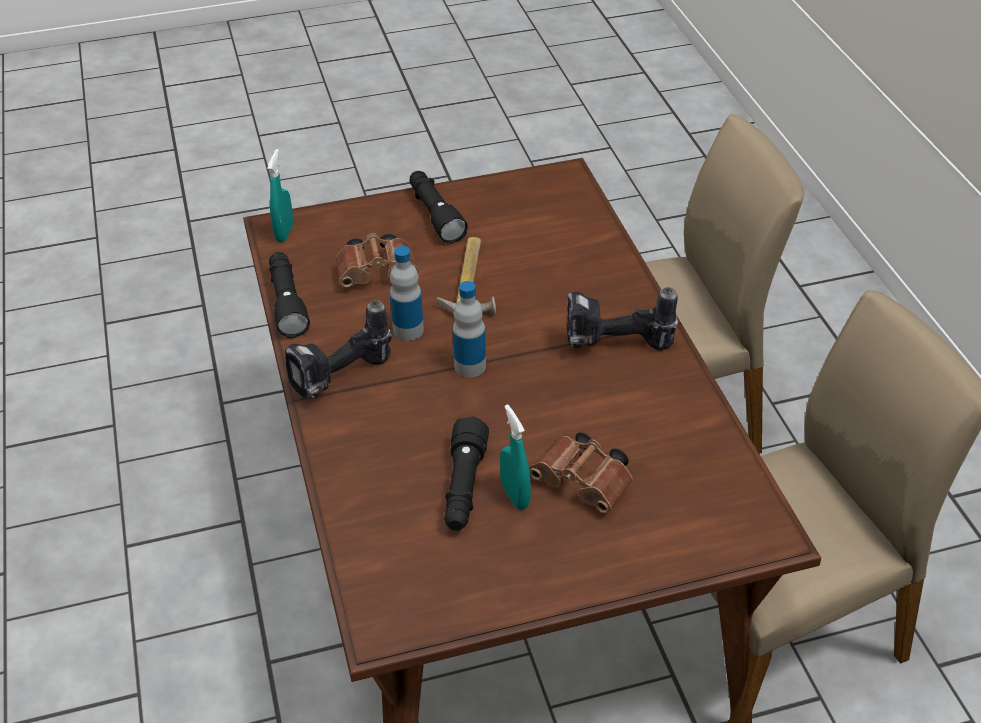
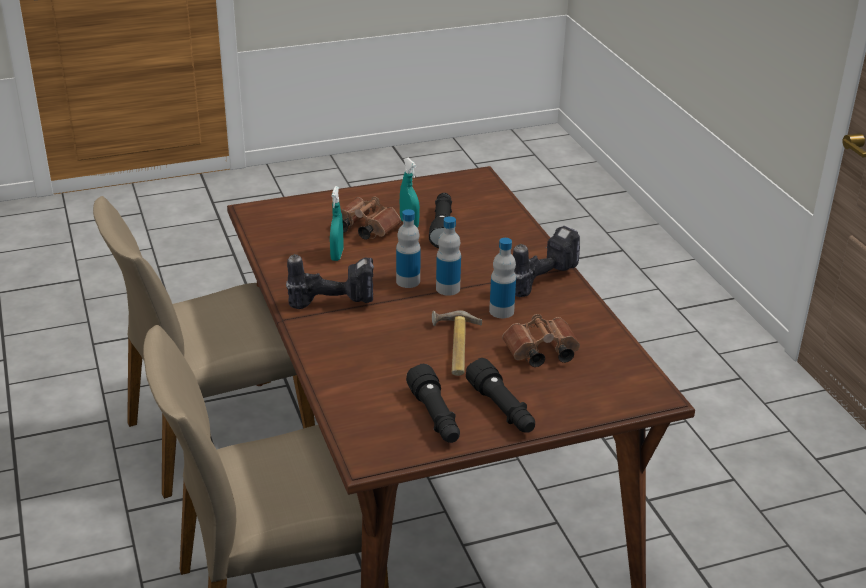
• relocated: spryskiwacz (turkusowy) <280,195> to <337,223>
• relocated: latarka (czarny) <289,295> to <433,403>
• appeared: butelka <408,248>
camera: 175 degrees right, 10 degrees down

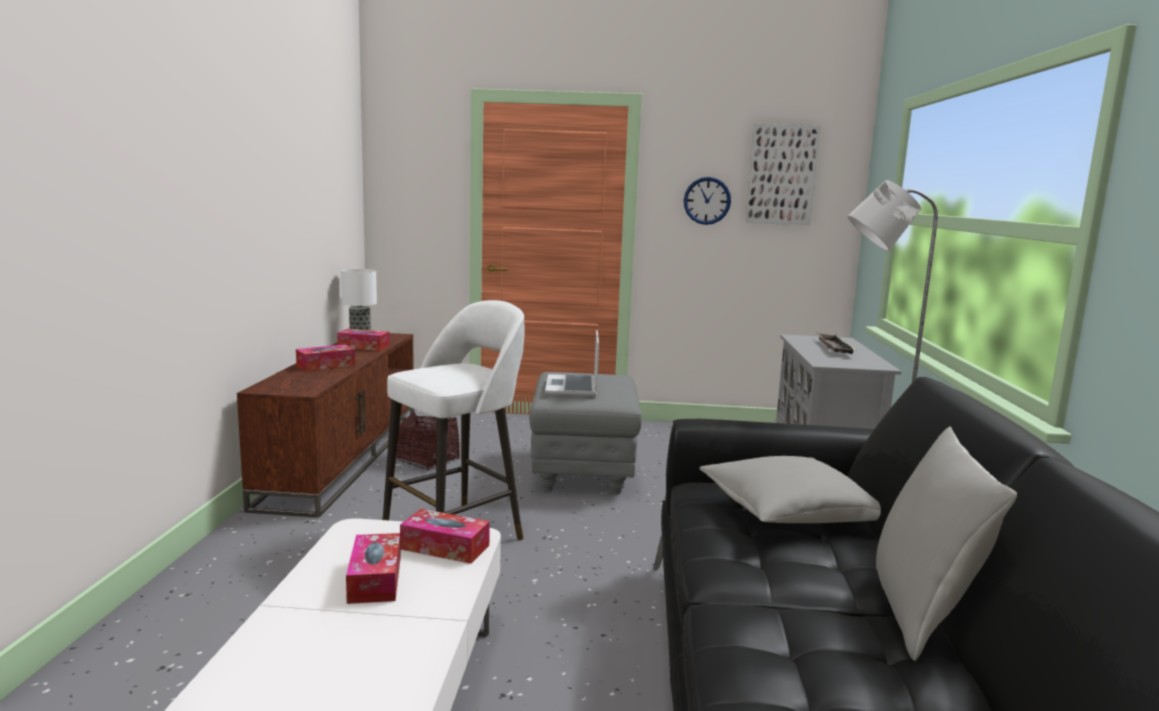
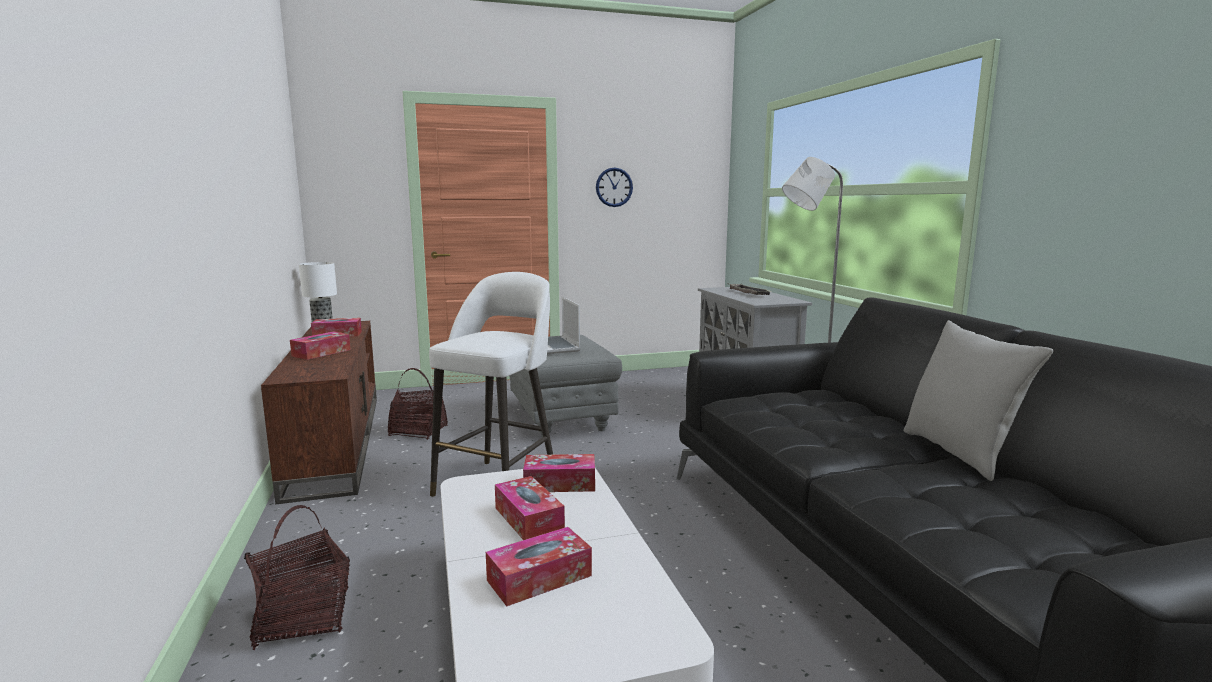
• missing: obraz <782,174>
• missing: poduszka (szary) <790,489>
• appeared: koszyk <297,577>
• appeared: pudełko chusteczek <539,566>
camera: 20 degrees left, 0 degrees up

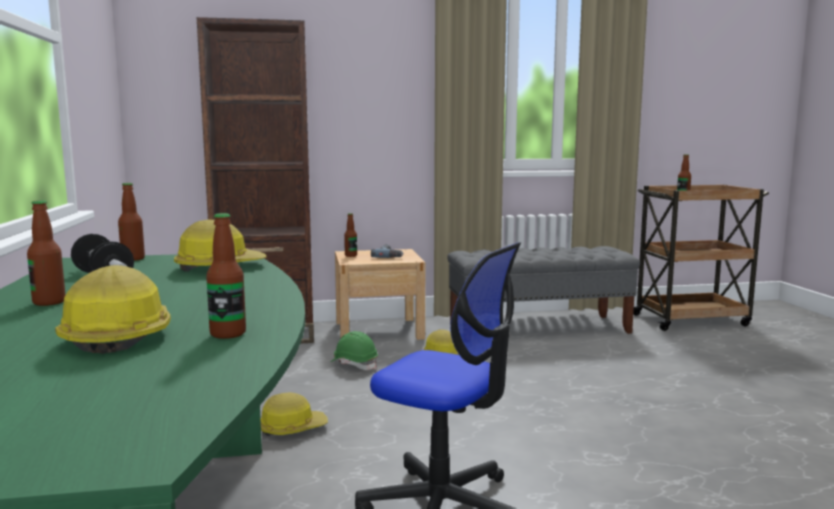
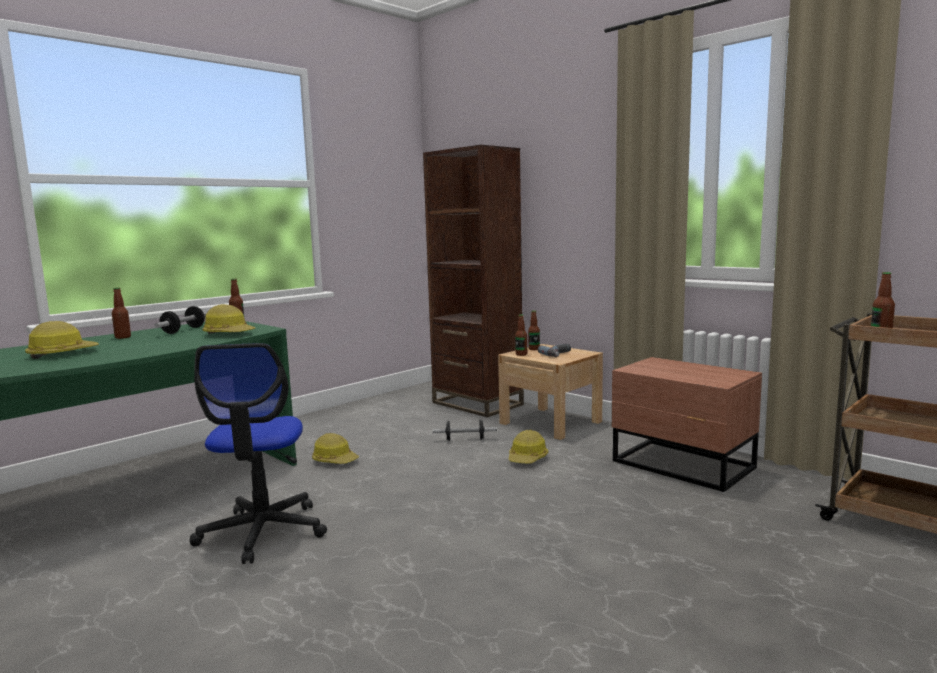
• relocated: butelka <226,276> to <521,335>
• exchanged: ławka (szary) <543,290> to szafka nocna (brązowy) <687,424>
• exchanged: kask (zielony) <354,350> to hantel <465,430>
camera: 55 degrees right, 0 degrees up

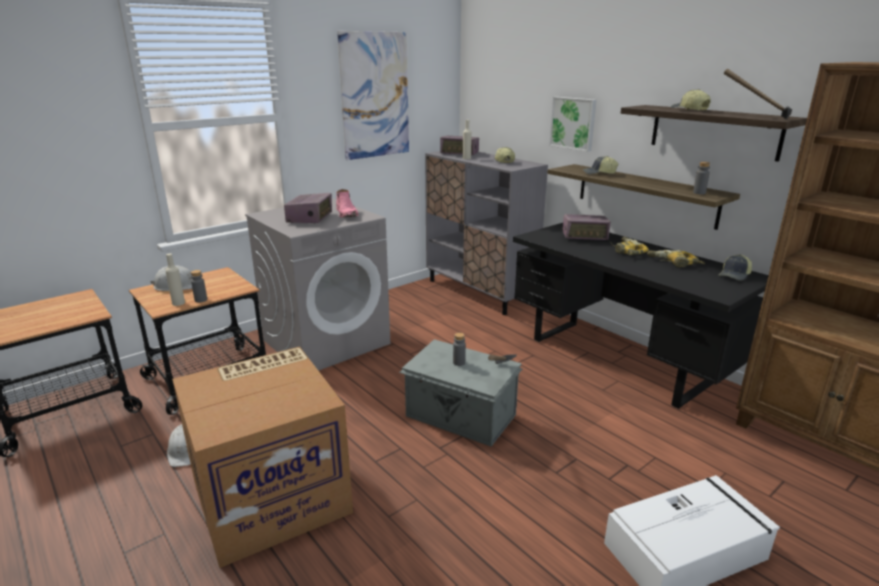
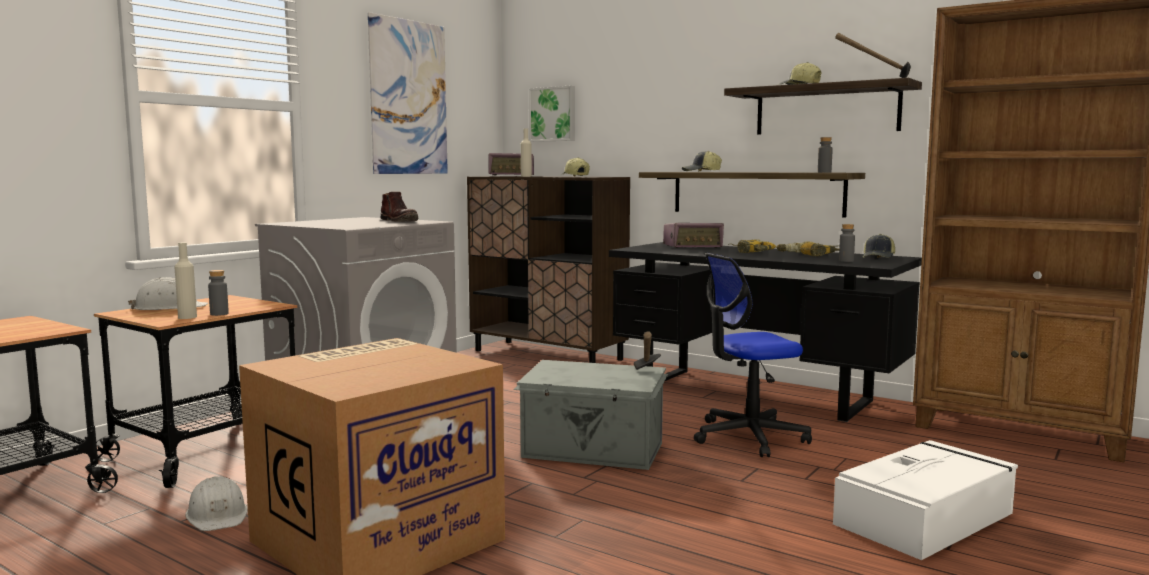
• relocated: obraz <573,124> to <552,114>
• colour: szafka (szary) <486,233> to szafka (brązowy) <548,269>
• colour: but z cholewką (różowy) <347,203> to but z cholewką (brązowy) <399,207>
• missing: radio <308,208>
• relocated: butelka (szary) <459,349> to <847,243>
• appeared: krzesło biurowe <753,355>
camera: 15 degrees left, 15 degrees down

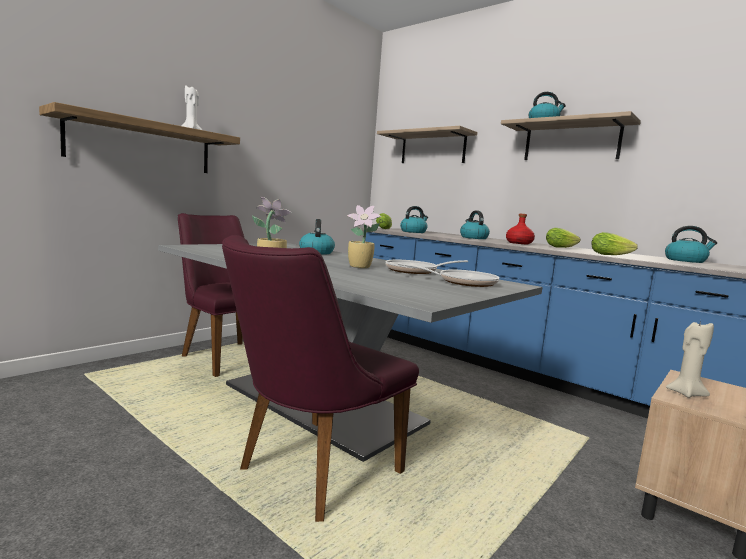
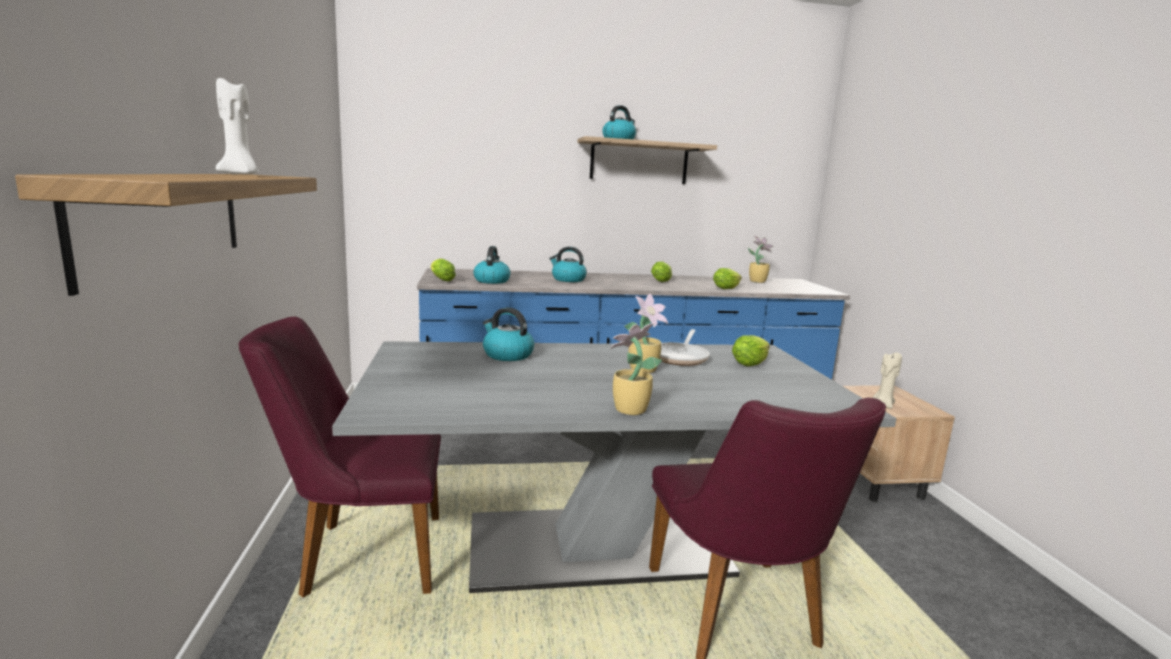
• missing: półka <427,144>
• missing: butelka (czerwony) <520,229>
• exchanged: czajnik <691,244> to roślina doniczkowa <761,259>
• exchanged: patelnia <448,275> to sałata <751,350>
camera: 50 degrees left, 5 degrees up

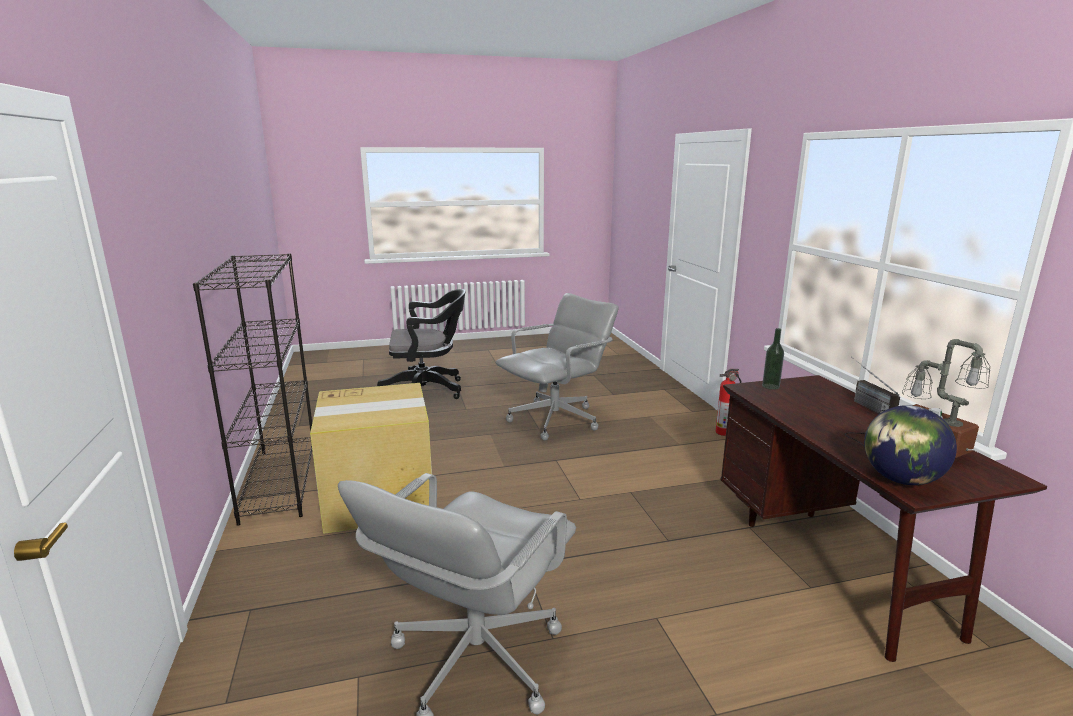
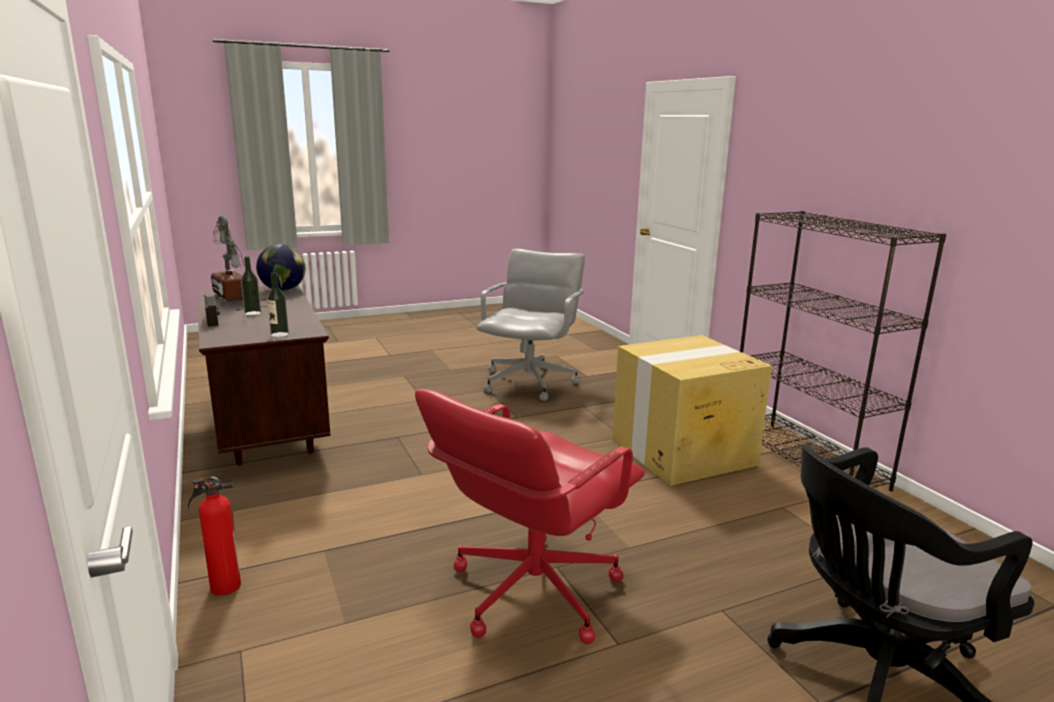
• colour: krzesło biurowe (szary) <557,366> to krzesło biurowe (czerwony) <530,516>
• appeared: butelka <251,286>
camera: 170 degrees right, 0 degrees up

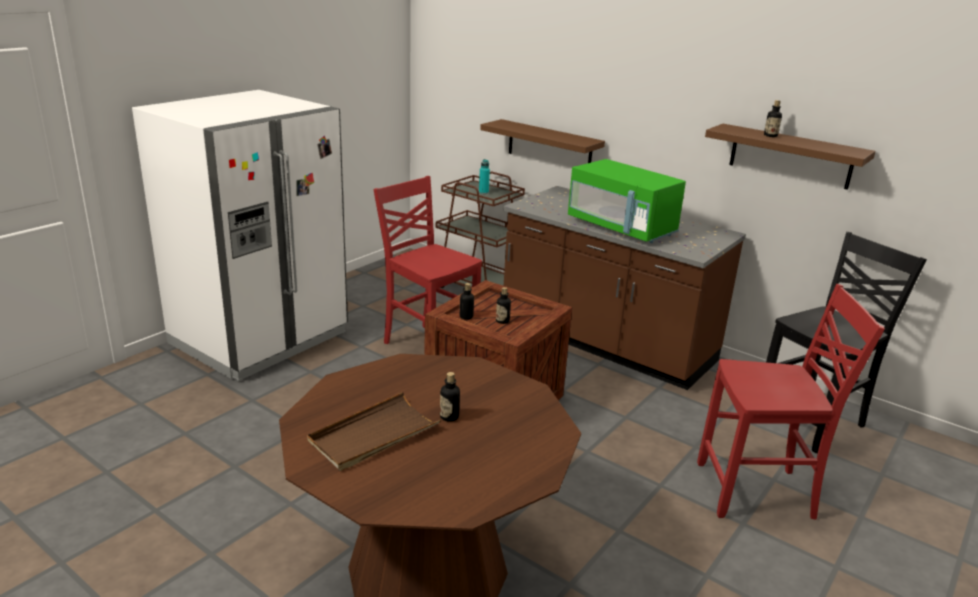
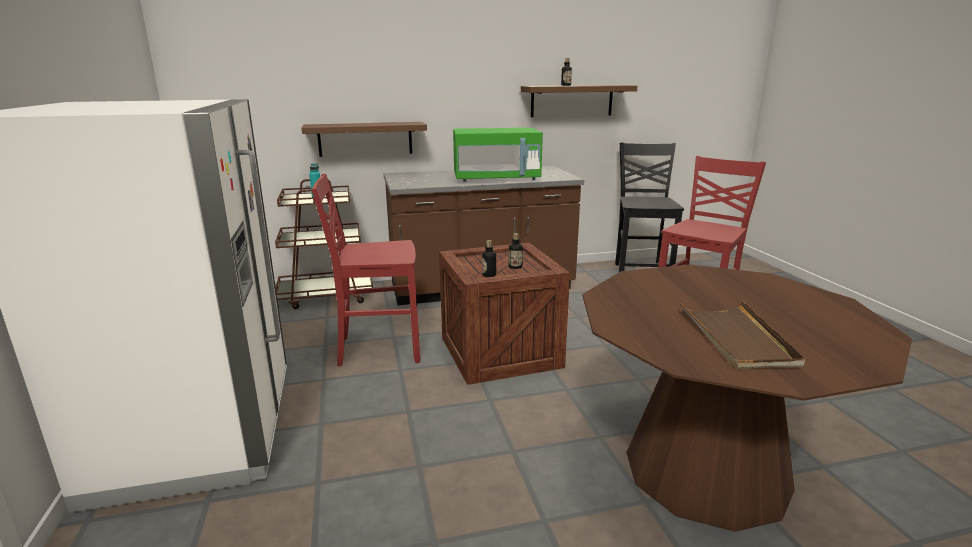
• missing: butelka <450,397>
camera: 50 degrees left, 5 degrees down

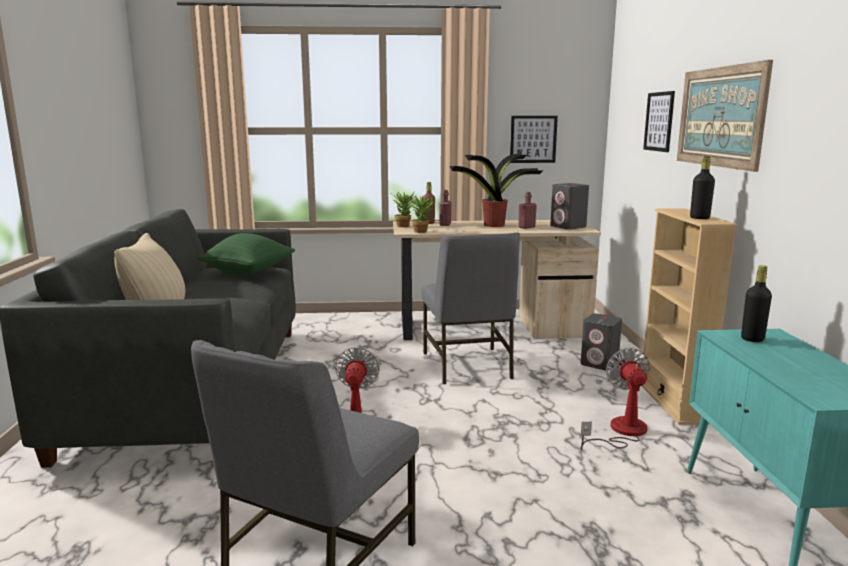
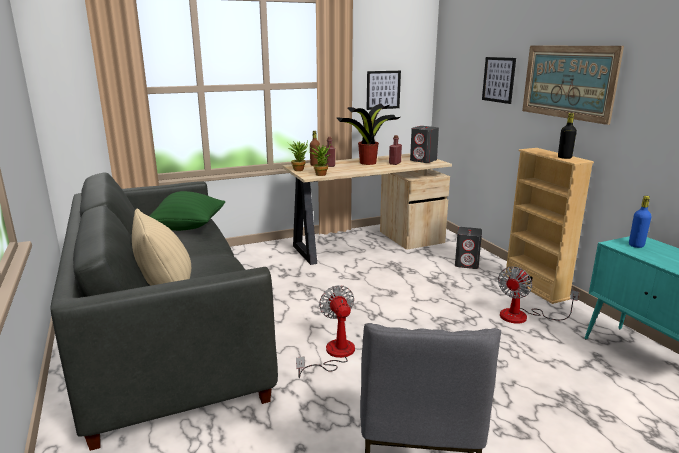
• missing: krzesło (szary) <470,308>
• colour: butelka (czarny) <756,303> to butelka (niebieski) <640,222>
• spun: wentylator <615,399> = <538,295> 120 degrees counterclockwise
camera: 20 degrees left, 5 degrees up

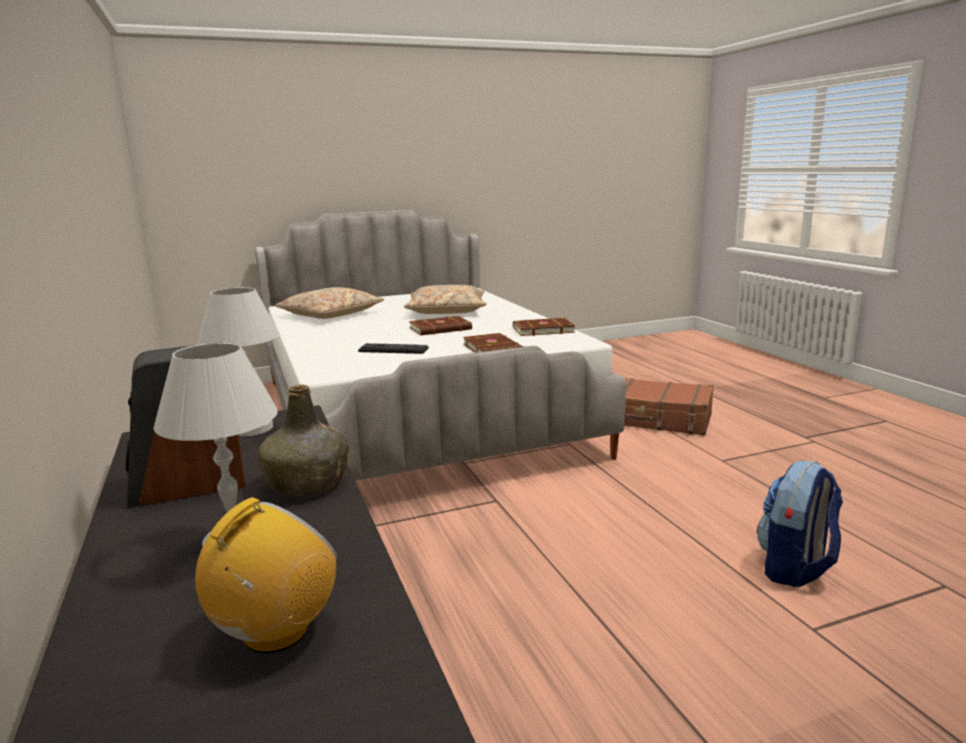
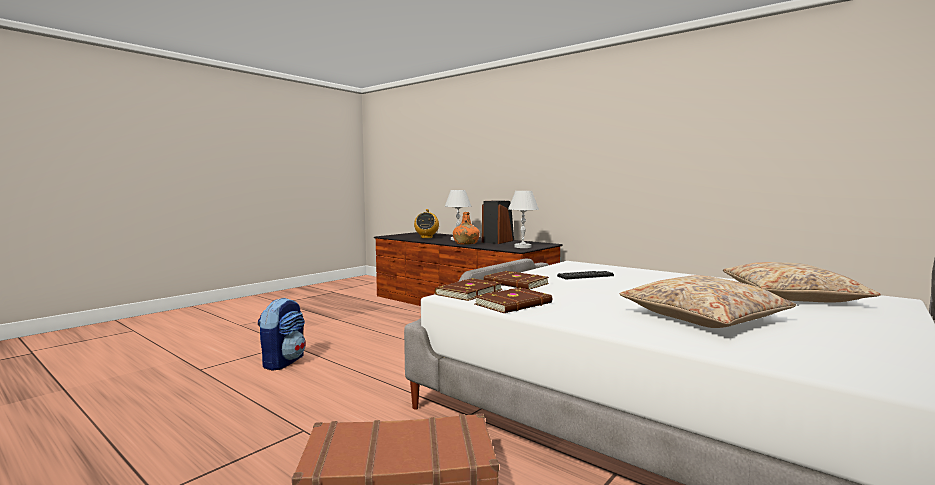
• relocated: książka (brązowy) <440,325> to <468,289>
• colour: butelka (zielony) <303,441> to butelka (pomarańczowy) <466,228>
camera: 150 degrees right, 10 degrees down

